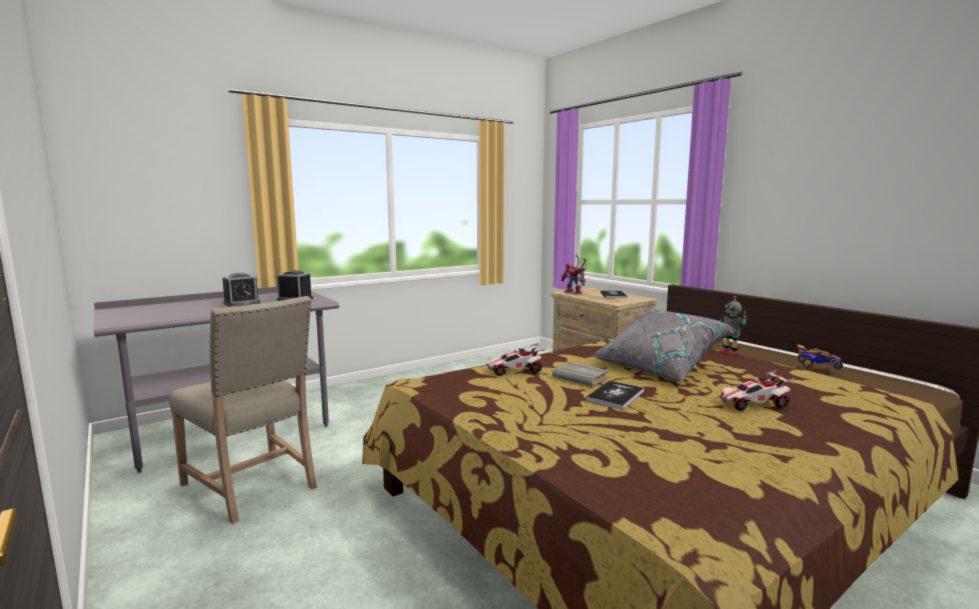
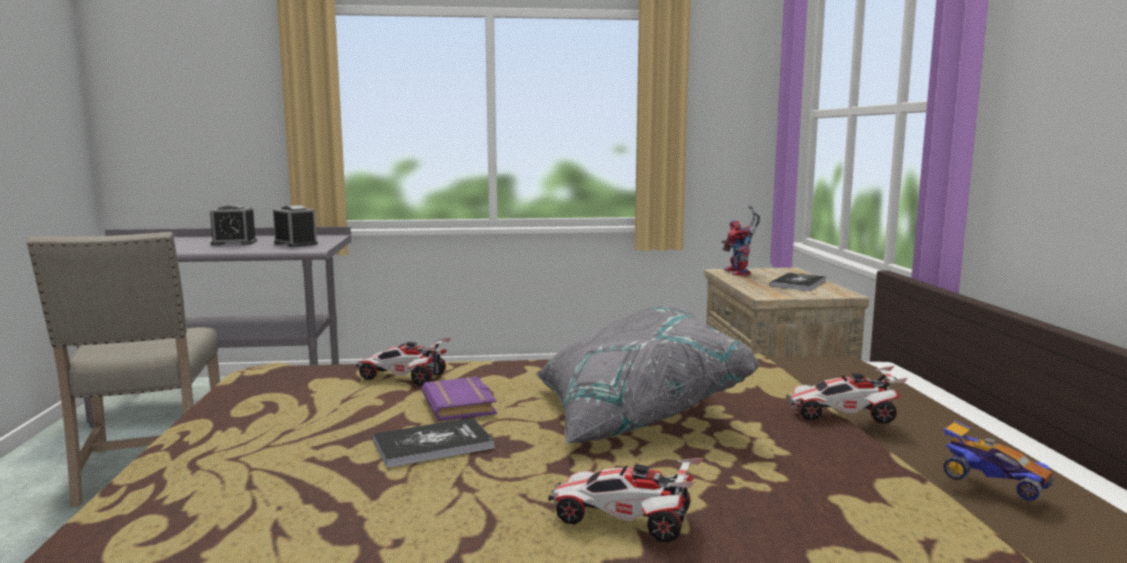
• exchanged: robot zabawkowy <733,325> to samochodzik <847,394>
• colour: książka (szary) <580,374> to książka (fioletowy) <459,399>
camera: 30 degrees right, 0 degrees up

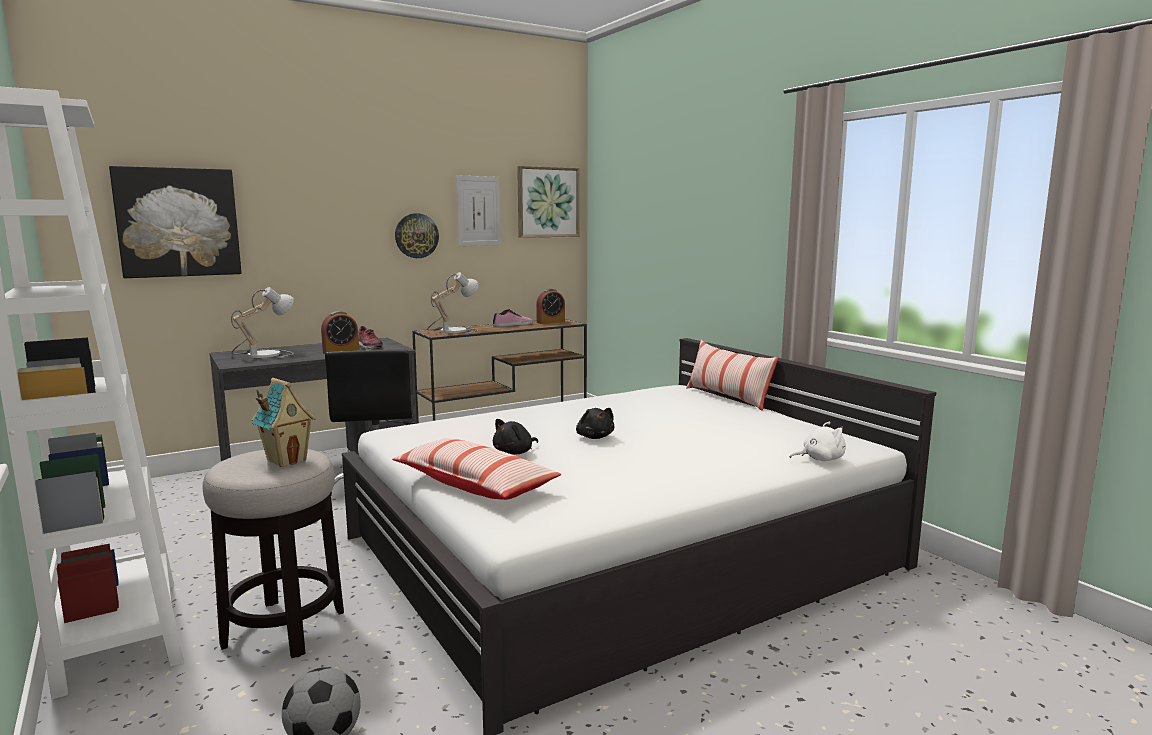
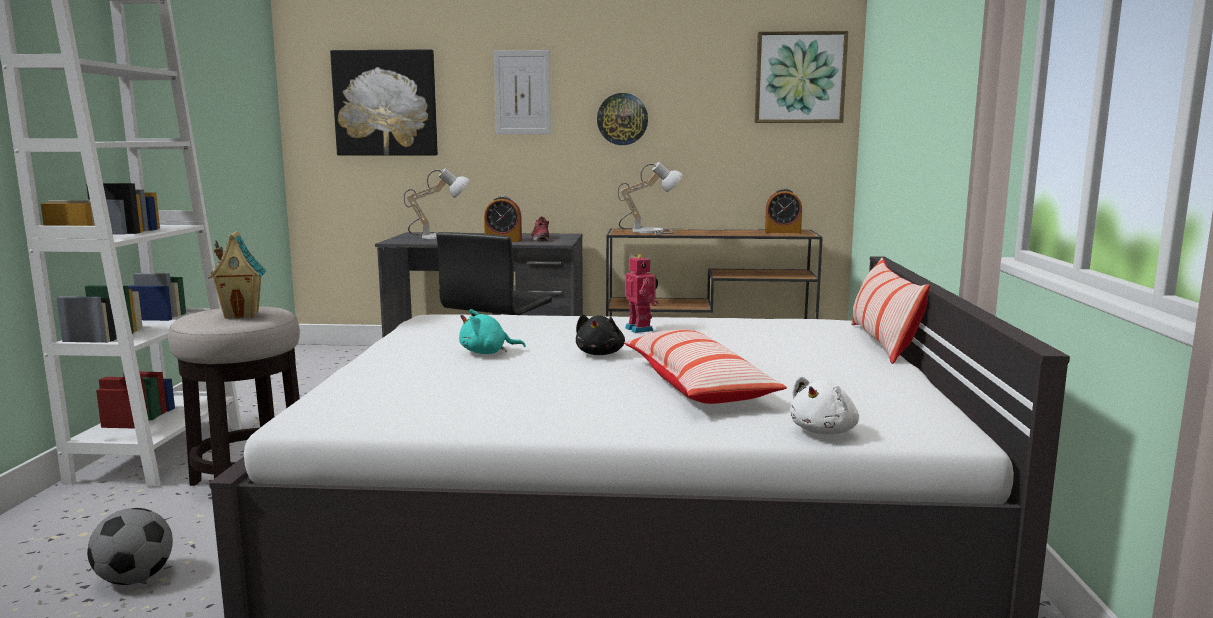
• relocated: obraz <478,210> to <522,92>
• missing: but <513,318>
• colour: pluszak (czarny) <515,437> to pluszak (turkusowy) <492,331>
• spun: pluszak (biały) <818,441> = <824,405> 105 degrees clockwise
• relocated: poduszka <476,469> to <705,366>
• appeared: robot zabawkowy <641,293>
camera: 35 degrees right, 0 degrees up

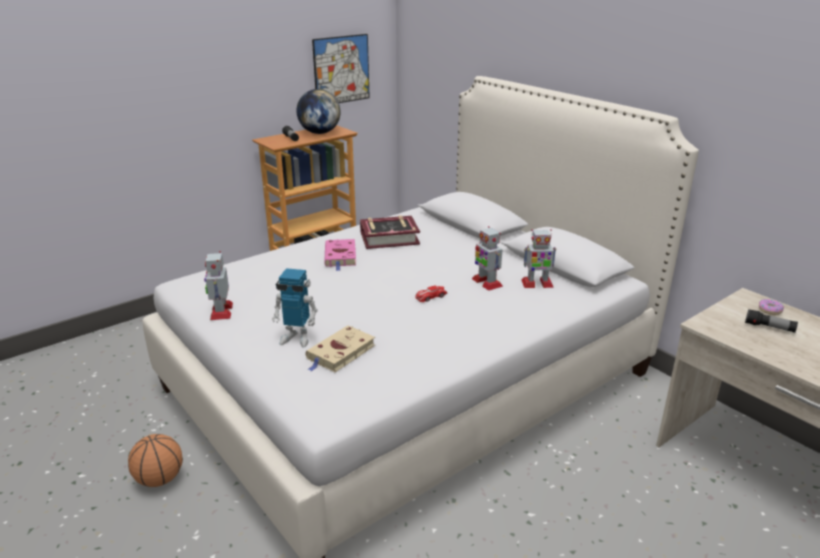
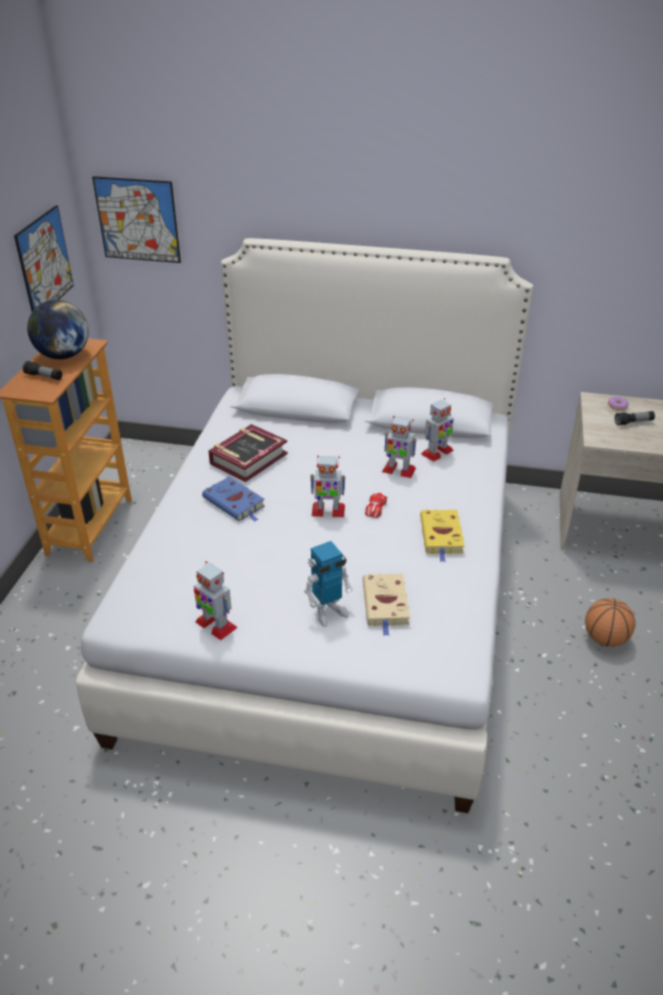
• colour: książka (różowy) <340,255> to książka (niebieski) <233,499>
• relocated: piłka do koszykówki <155,460> to <610,622>
• appeared: obraz <136,219>
• appeared: robot zabawkowy <328,486>
• appeared: książka (żółty) <442,535>
camera: 40 degrees left, 10 degrees up

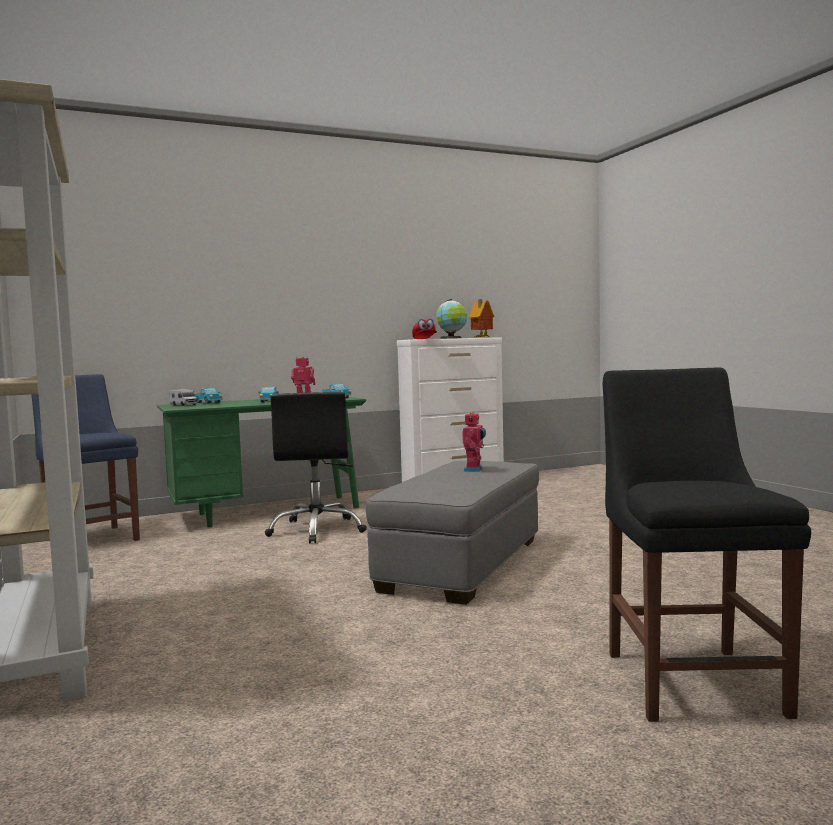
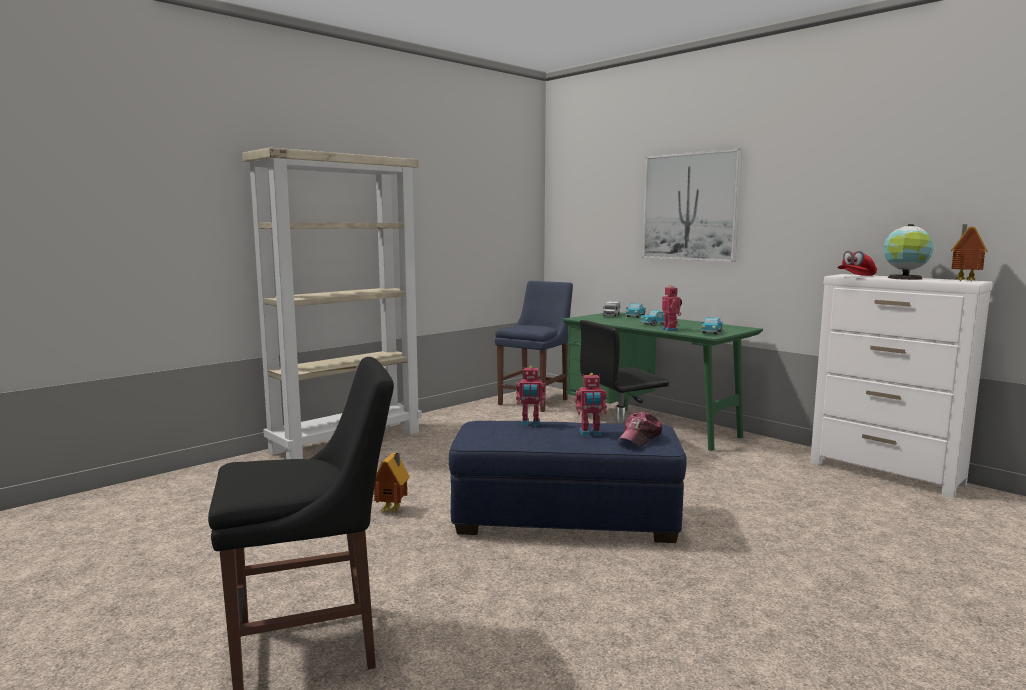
• colour: pufa (szary) <452,533> to pufa (niebieski) <568,482>
• appeared: obraz <692,205>
• appeared: robot zabawkowy <531,396>
• appeared: czapka z daszkiem <639,429>
• appeared: domek <392,482>
camera: 70 degrees right, 5 degrees up

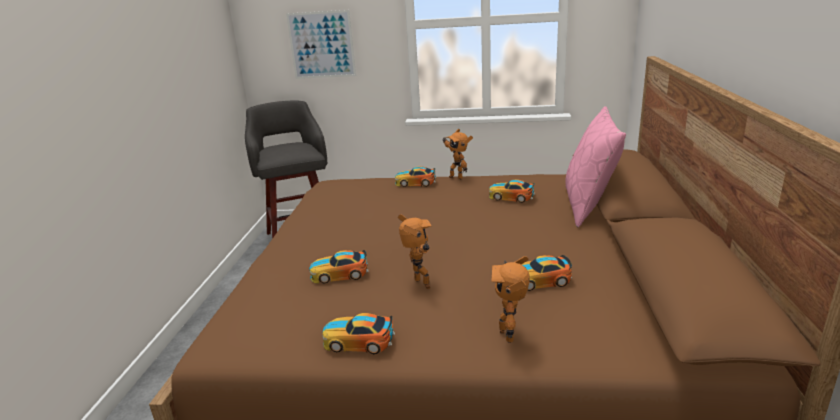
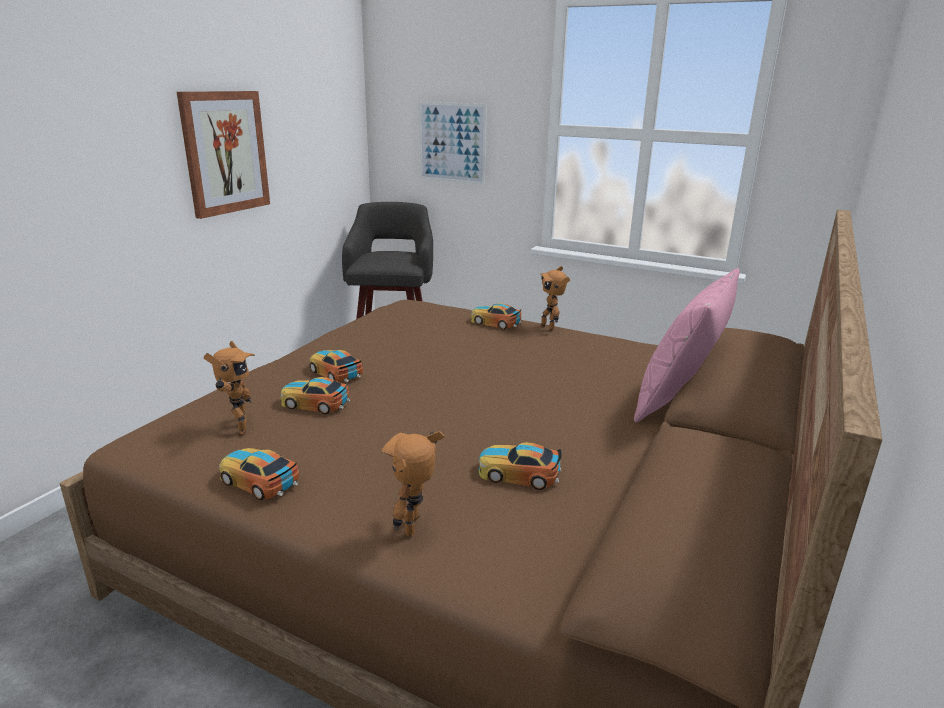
• relocated: samochodzik <512,191> to <336,366>
• relocated: robot zabawkowy <415,251> to <229,388>
• appeared: obraz <223,155>
camera: 20 degrees right, 0 degrees up

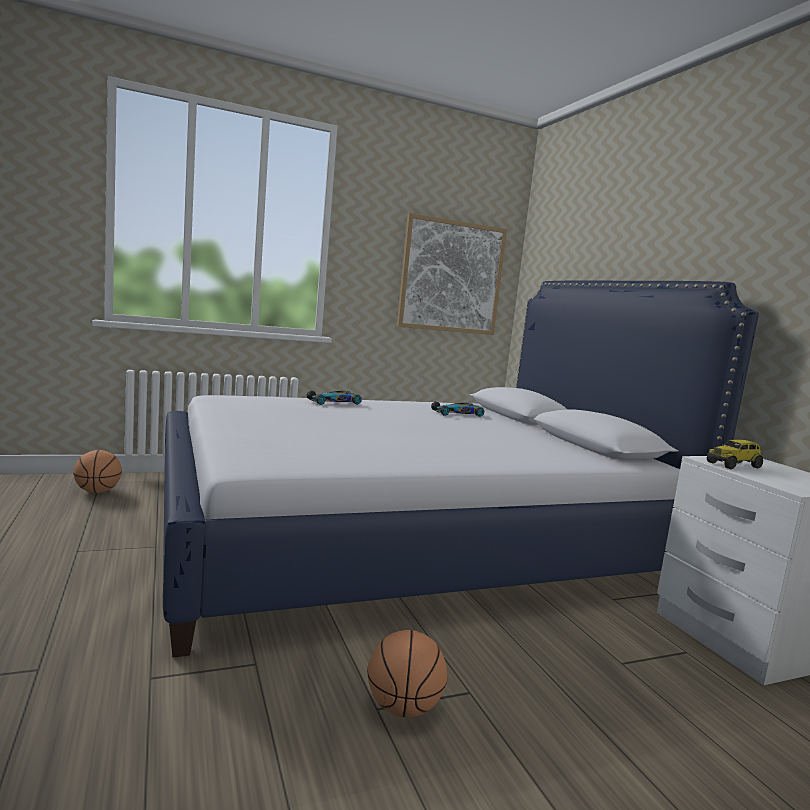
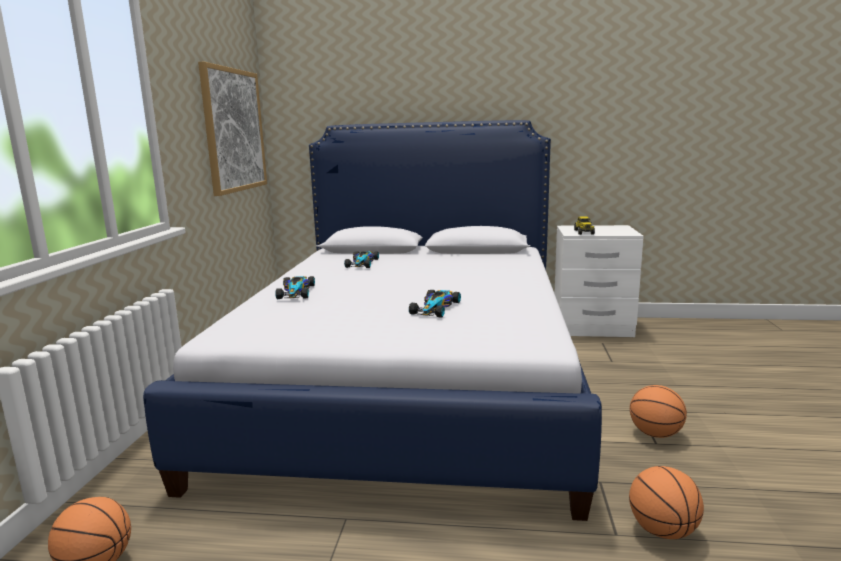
• appeared: samochodzik <435,304>
• appeared: piłka do koszykówki <666,502>
camera: 60 degrees left, 5 degrees up

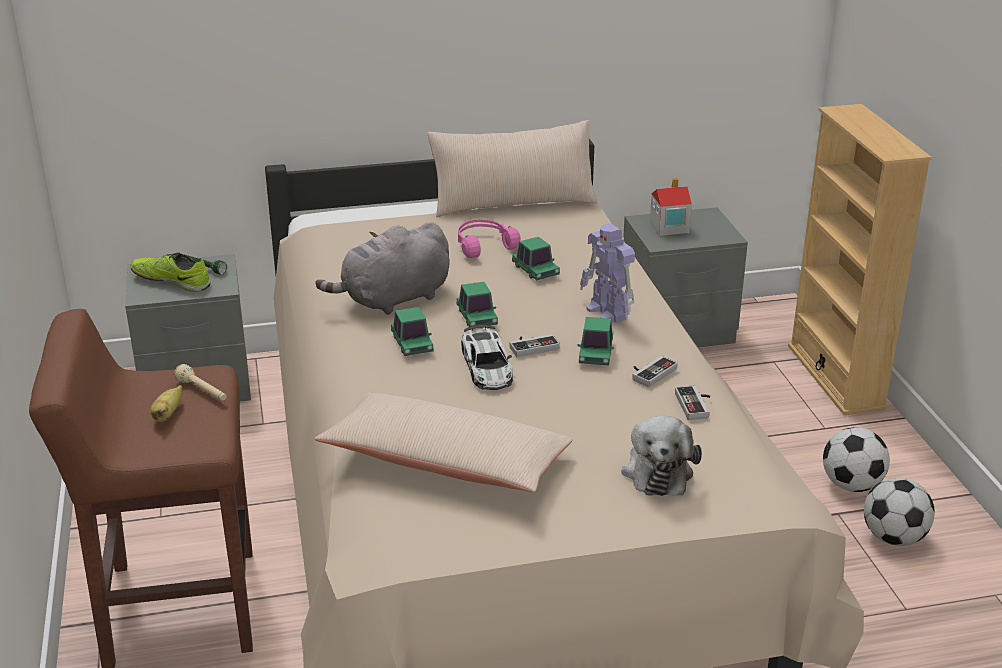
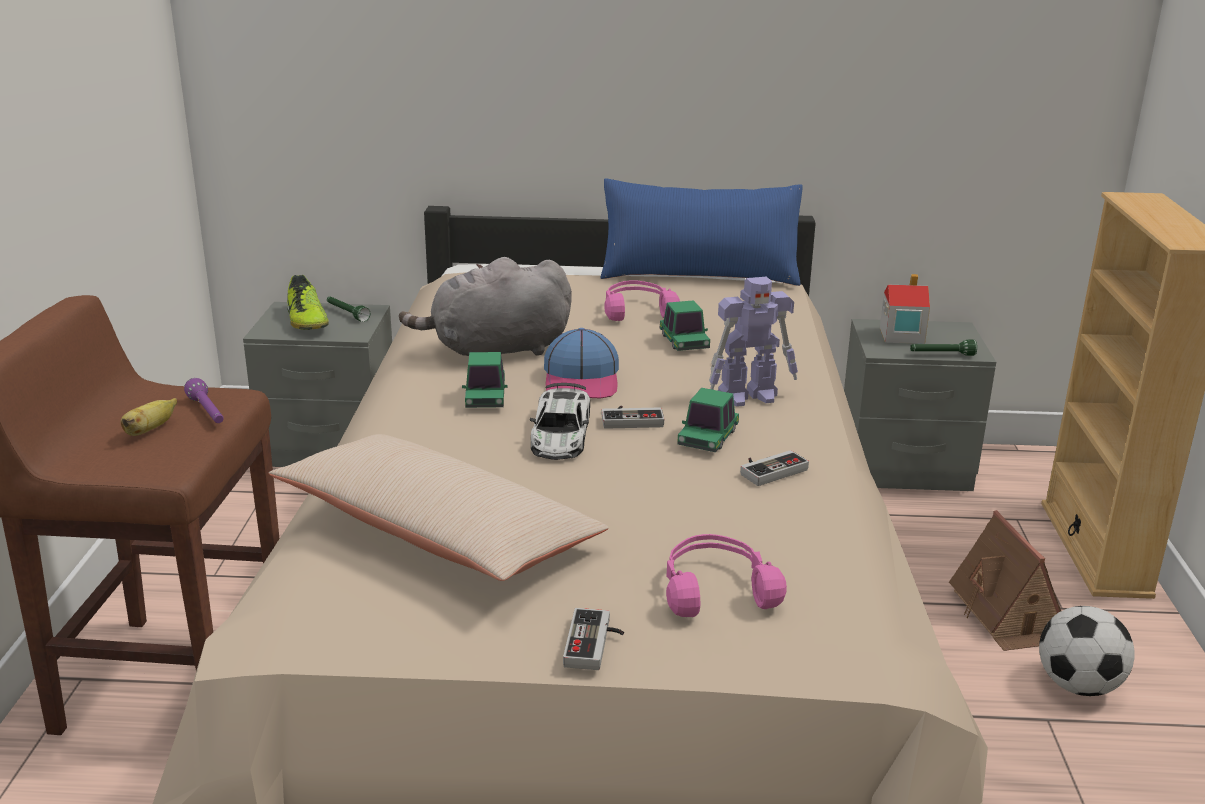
• colour: poduszka (beżowy) <512,168> to poduszka (niebieski) <701,232>
• spun: robot zabawkowy <607,273> = <753,341> 90 degrees counterclockwise
• spun: but <171,272> = <308,302> 150 degrees counterclockwise
• exchanged: samochodzik <477,304> to czapka z daszkiem <581,363>
• colour: latarka (beżowy) <200,382> to latarka (fioletowy) <204,400>
• relocated: pad do gier <692,402> to <593,639>
• exchanged: pluszak <662,455> to słuchawki (różowy) <726,575>
• missing: piłka futbolowa <899,512>
• appeared: latarka (zielony) <943,348>
• appeared: domek <1005,580>
camera: 15 degrees right, 5 degrees down

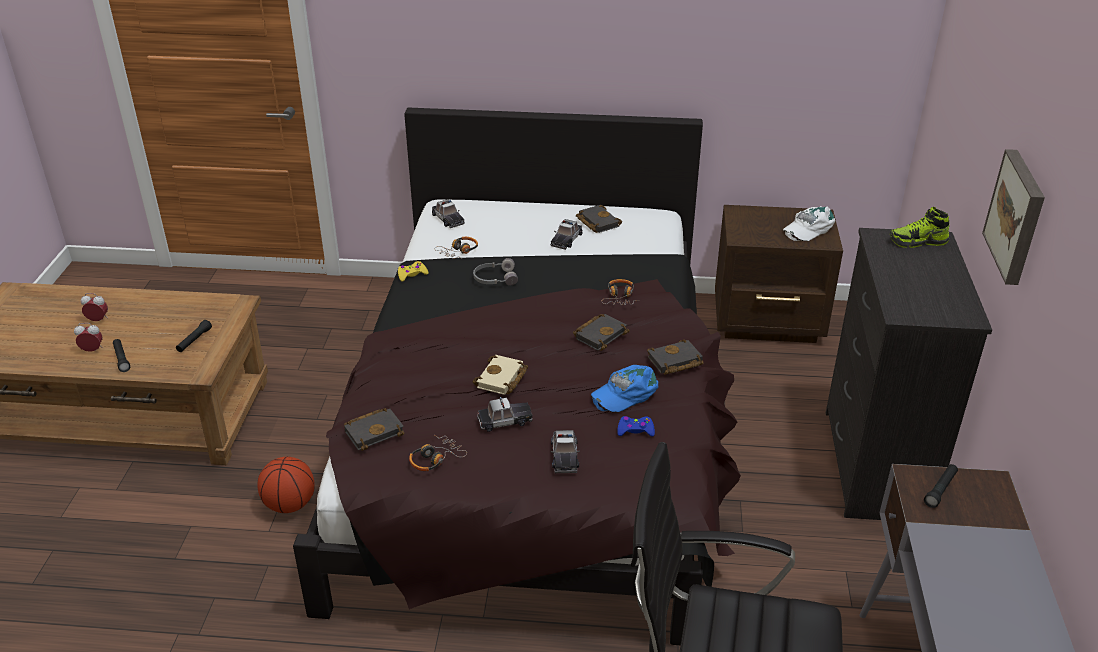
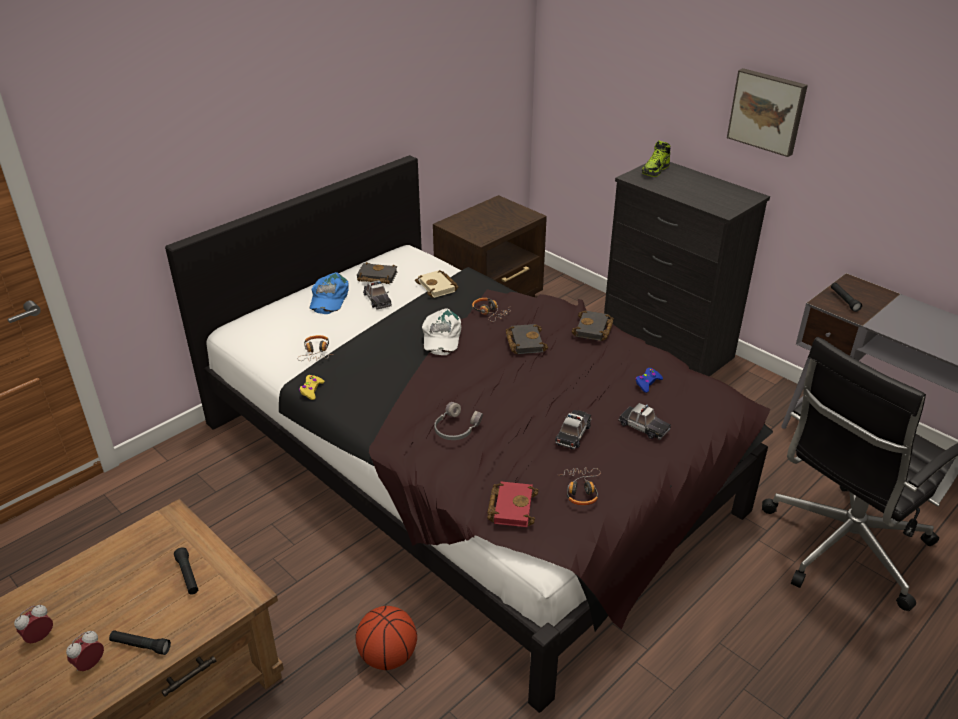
• missing: samochodzik <448,213>
• relocated: czapka z daszkiem (biały) <809,223> to <441,331>
• relocated: słuchawki (szary) <495,271> to <458,421>
• relocated: książka (beżowy) <500,375> to <436,284>
• relocated: czapka z daszkiem (niebieski) <624,389> to <329,293>
• colour: książka (czarny) <374,429> to książka (czerwony) <512,504>
camera: 50 degrees left, 0 degrees up

